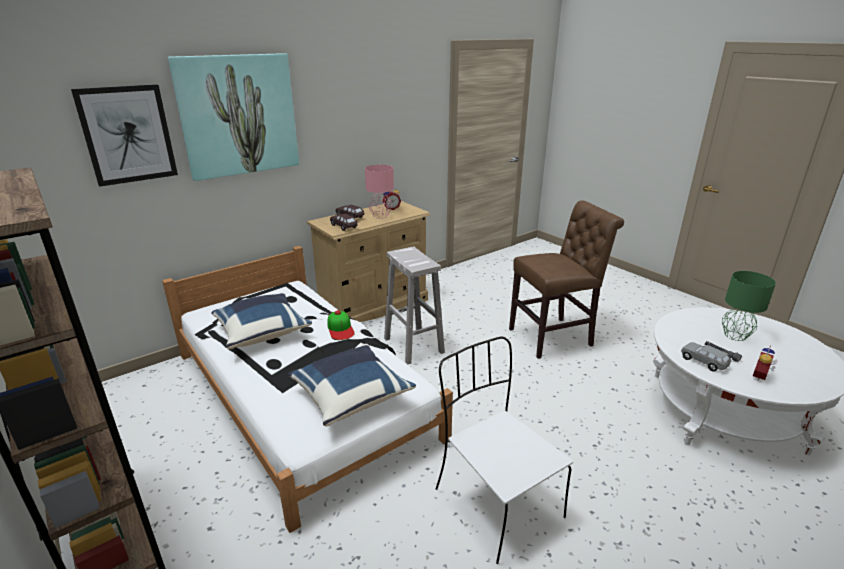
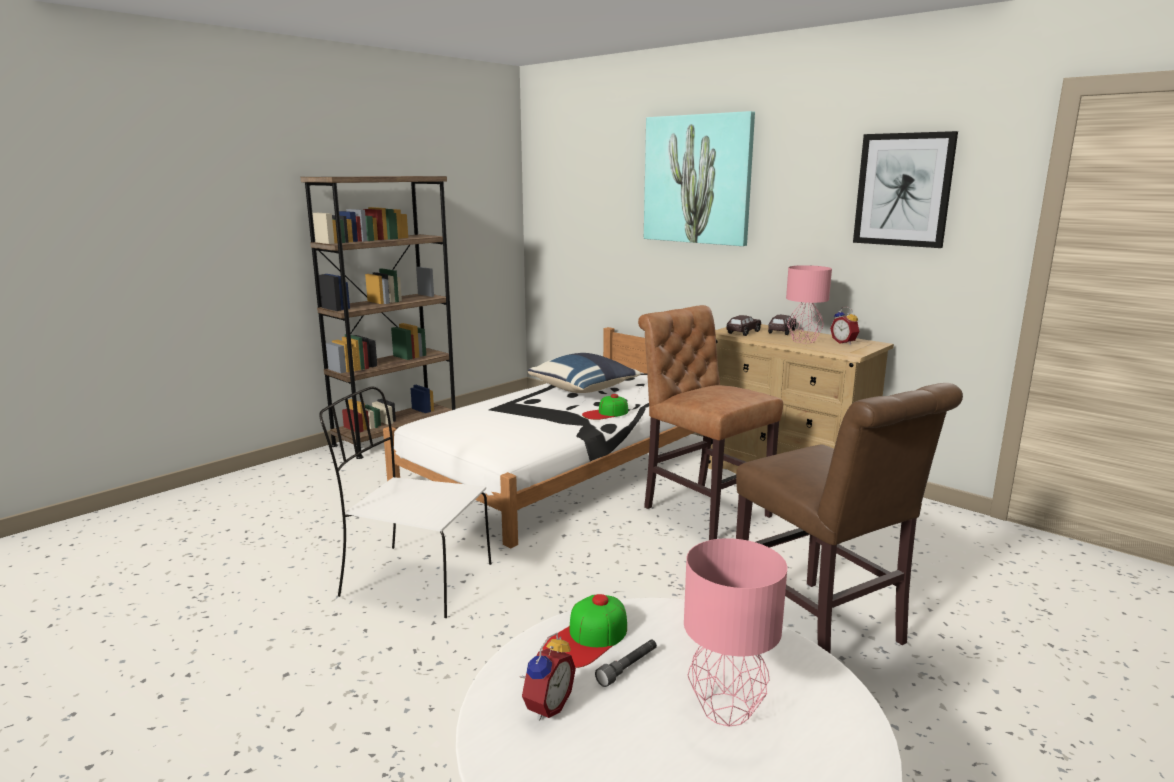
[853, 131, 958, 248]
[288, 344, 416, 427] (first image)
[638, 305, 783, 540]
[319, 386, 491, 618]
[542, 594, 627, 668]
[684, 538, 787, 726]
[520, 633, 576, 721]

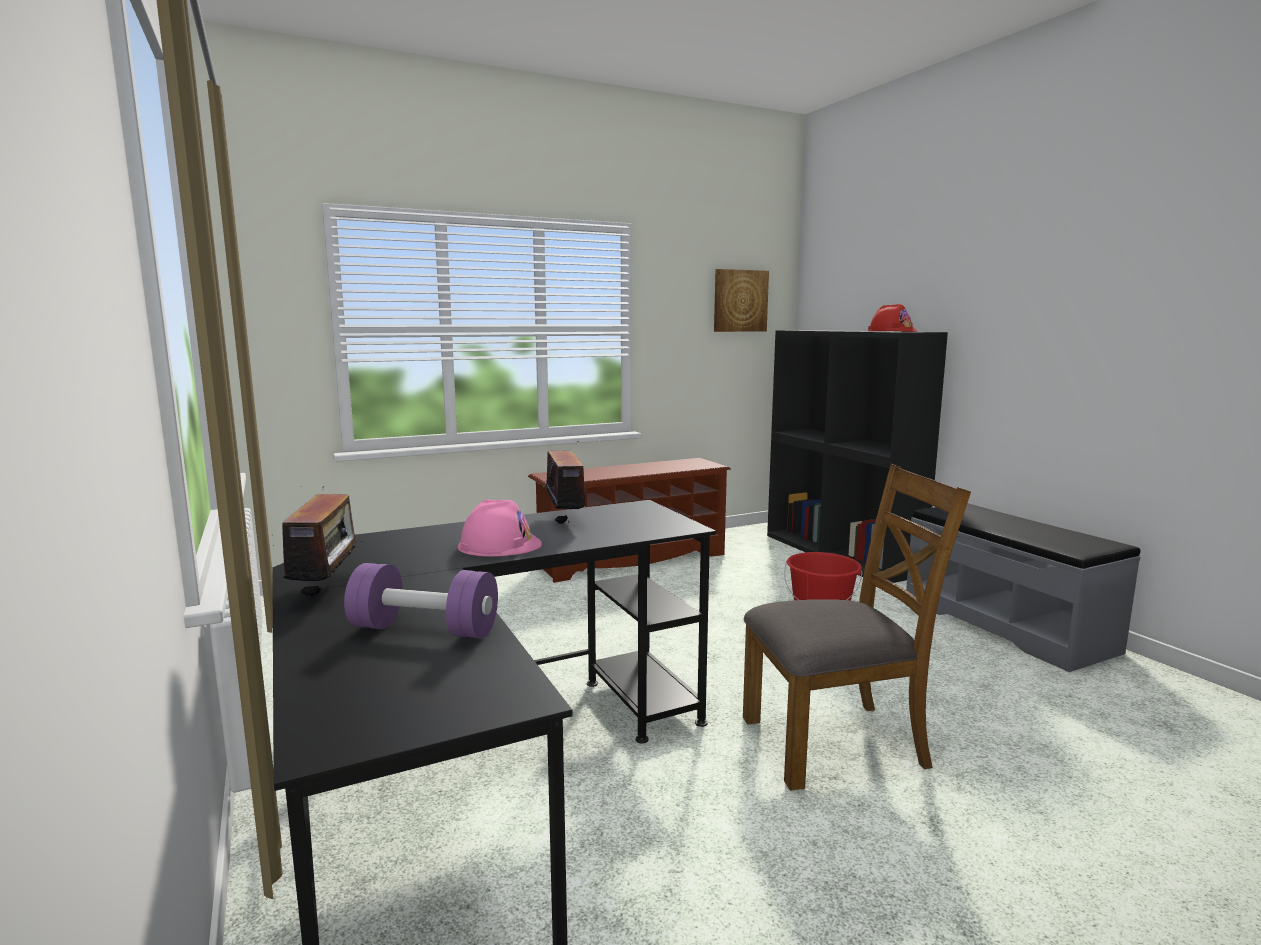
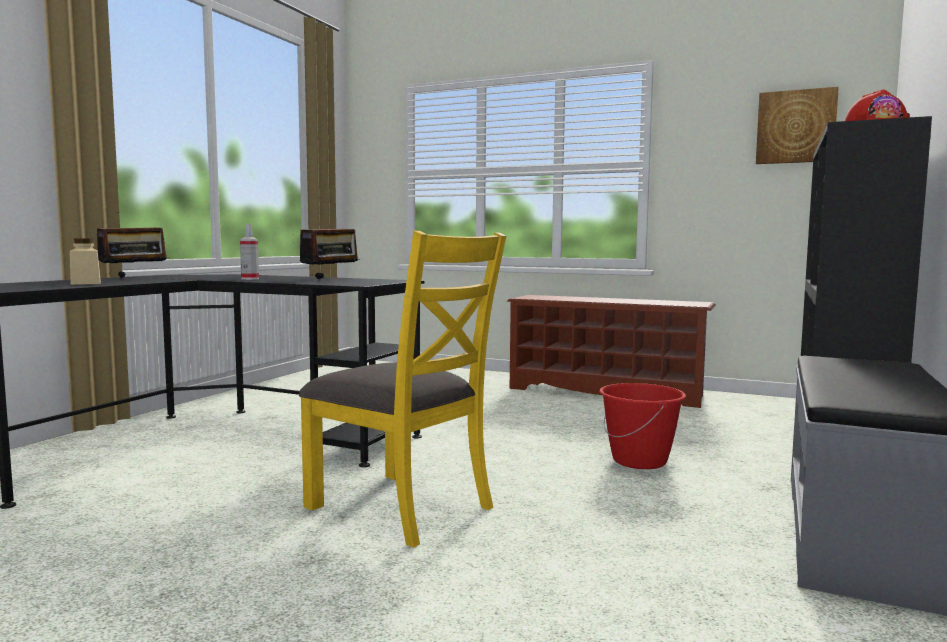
[70, 238, 101, 285]
[240, 224, 259, 280]
[299, 231, 506, 547]

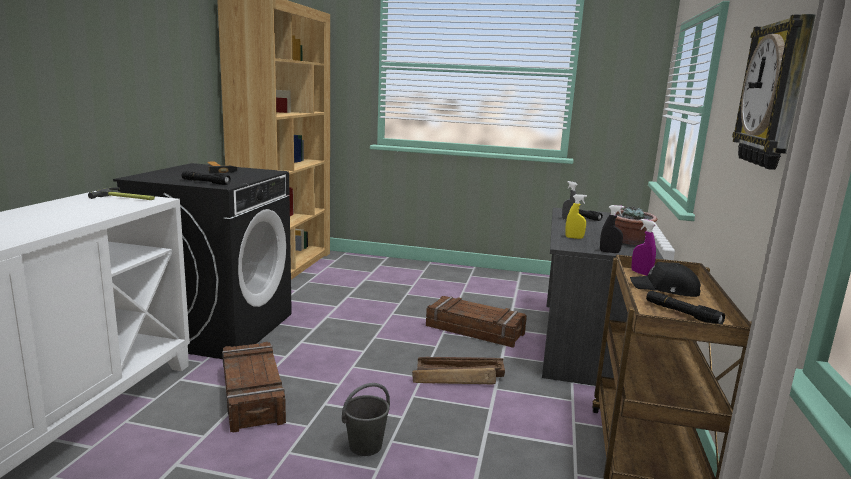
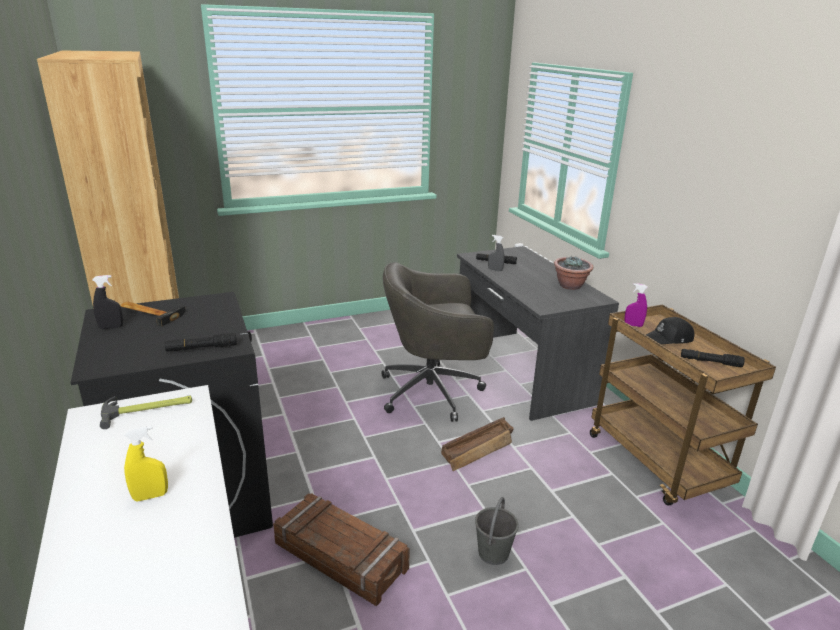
[381, 262, 494, 422]
[124, 425, 168, 501]
[92, 275, 123, 329]
[732, 14, 815, 170] (first image)

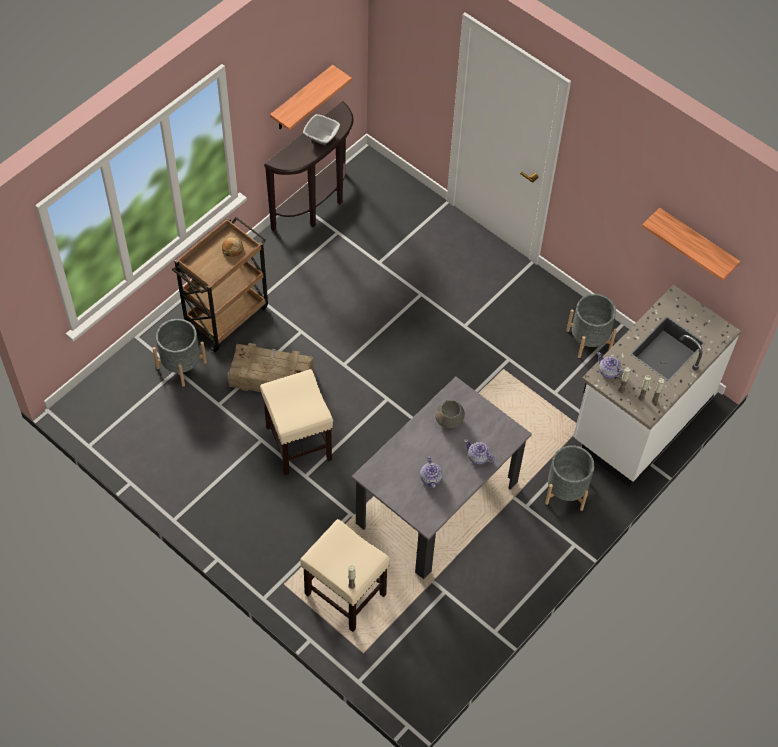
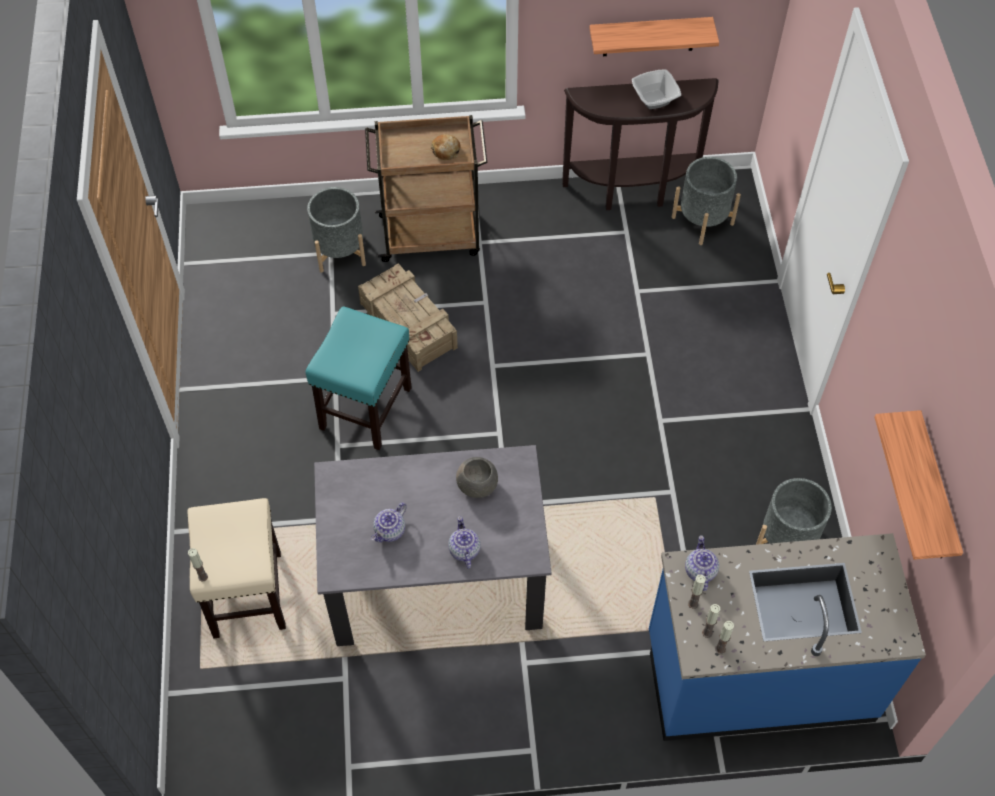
[305, 306, 412, 450]
[672, 157, 741, 245]
[649, 533, 926, 741]

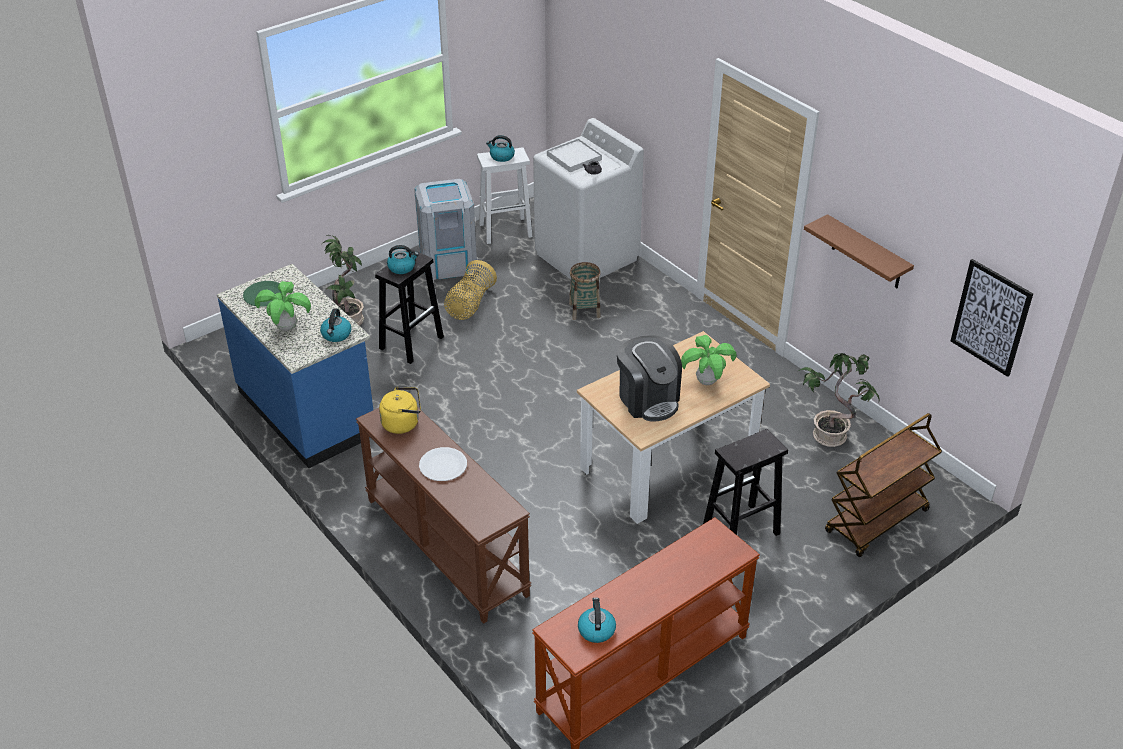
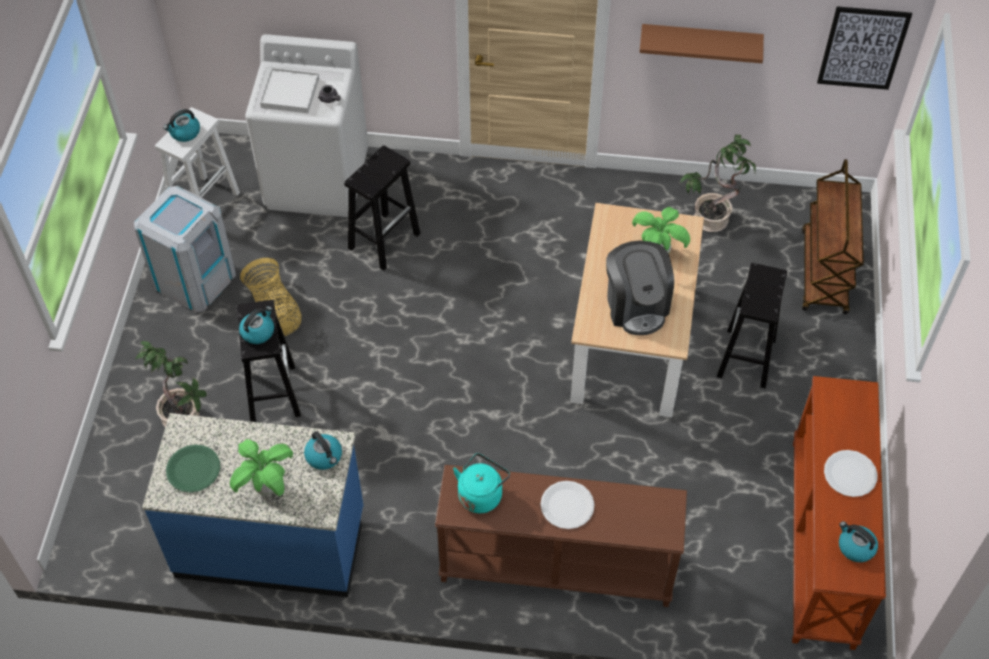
[453, 453, 510, 513]
[344, 145, 421, 271]
[606, 241, 674, 335]
[824, 450, 878, 497]

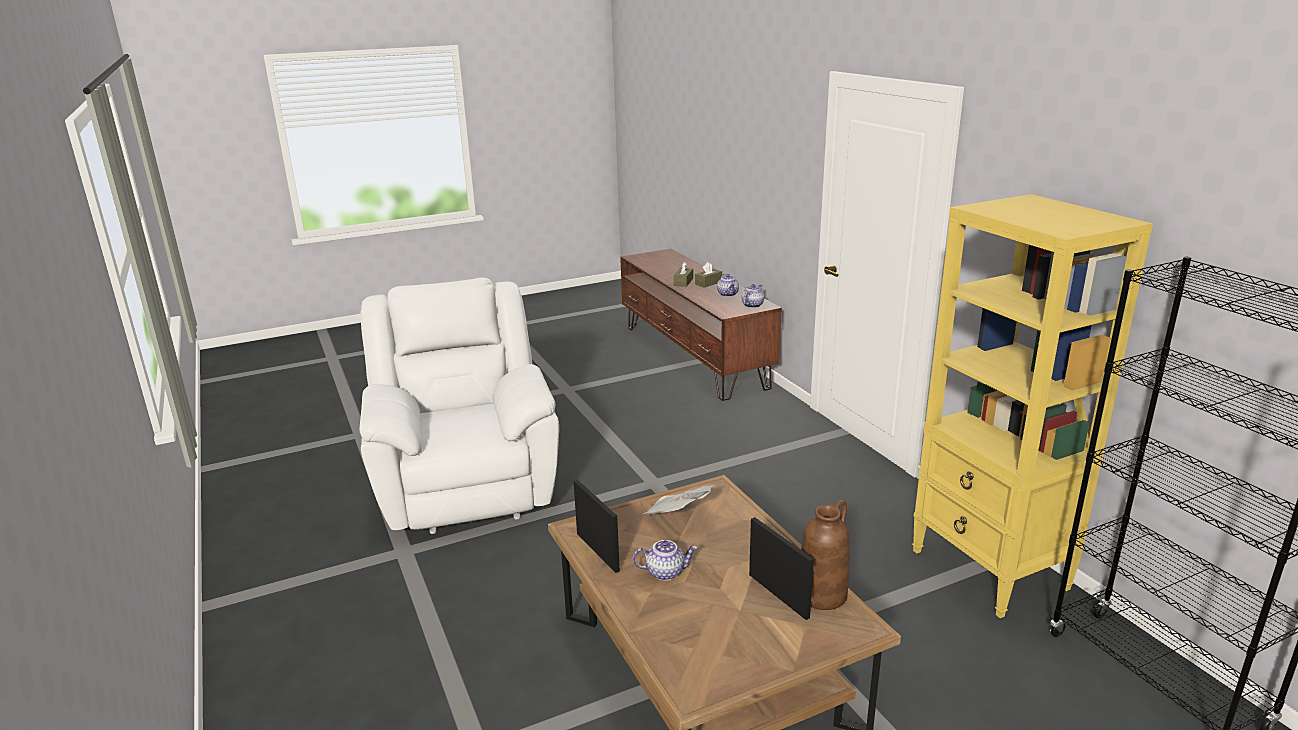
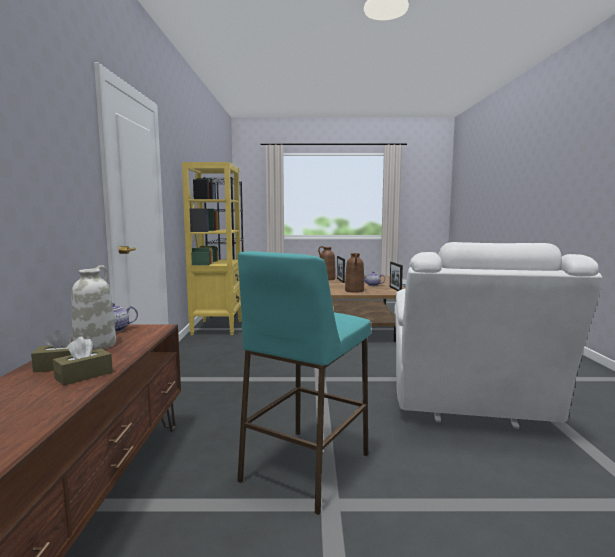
[345, 253, 364, 293]
[71, 265, 116, 350]
[237, 251, 371, 515]

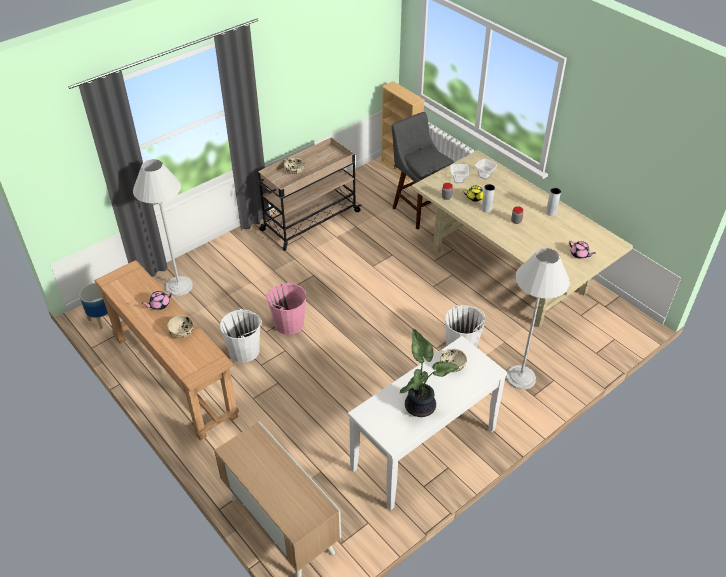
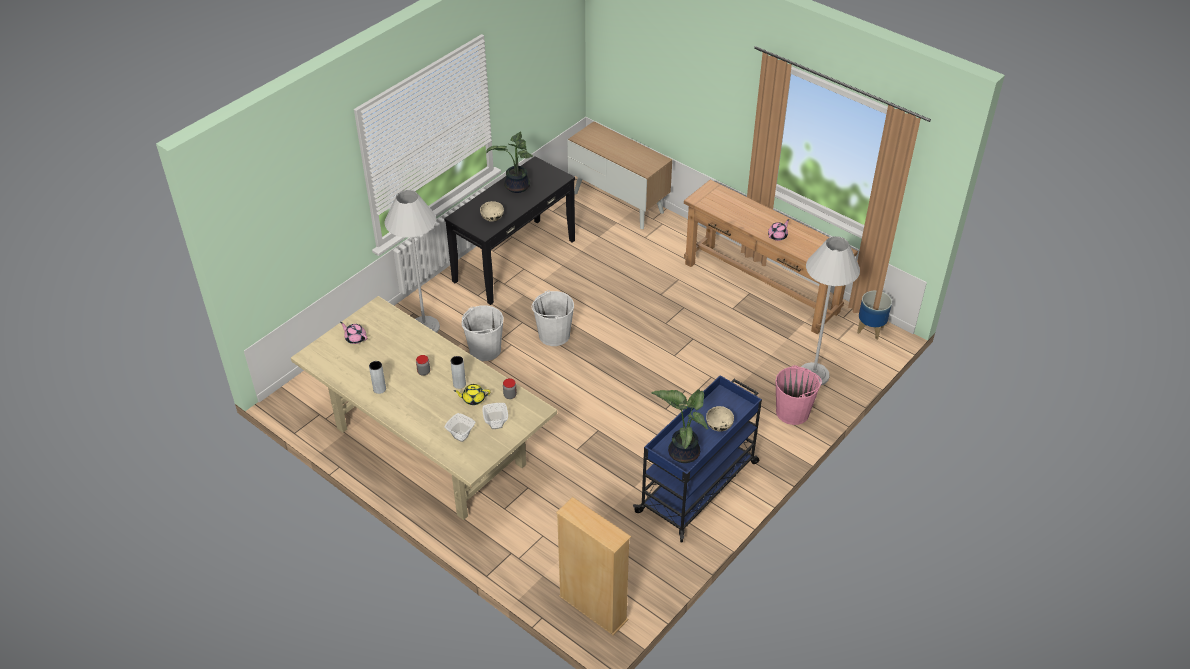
[167, 316, 194, 338] (first image)
[532, 290, 574, 346]
[633, 375, 762, 542]
[776, 365, 822, 425]
[444, 156, 575, 305]
[392, 112, 454, 230] (first image)
[651, 389, 708, 463]

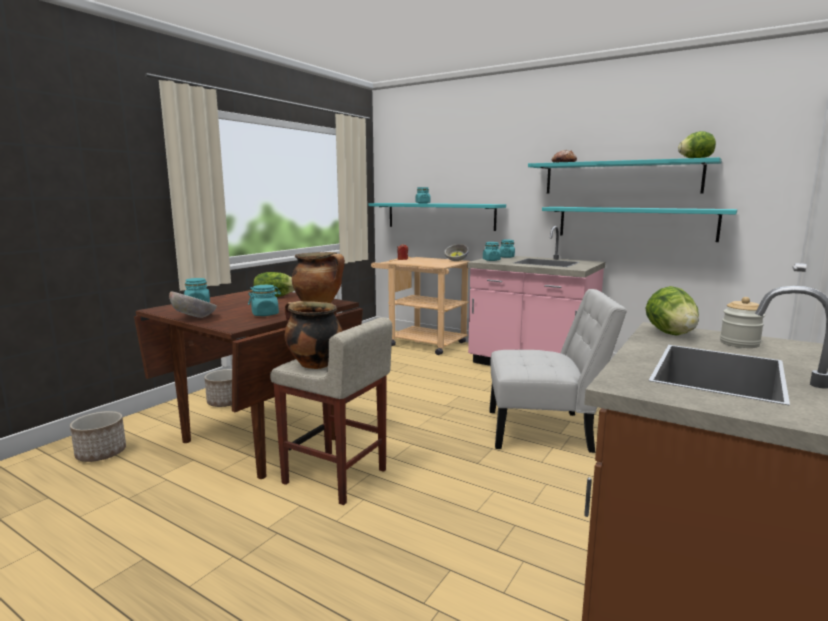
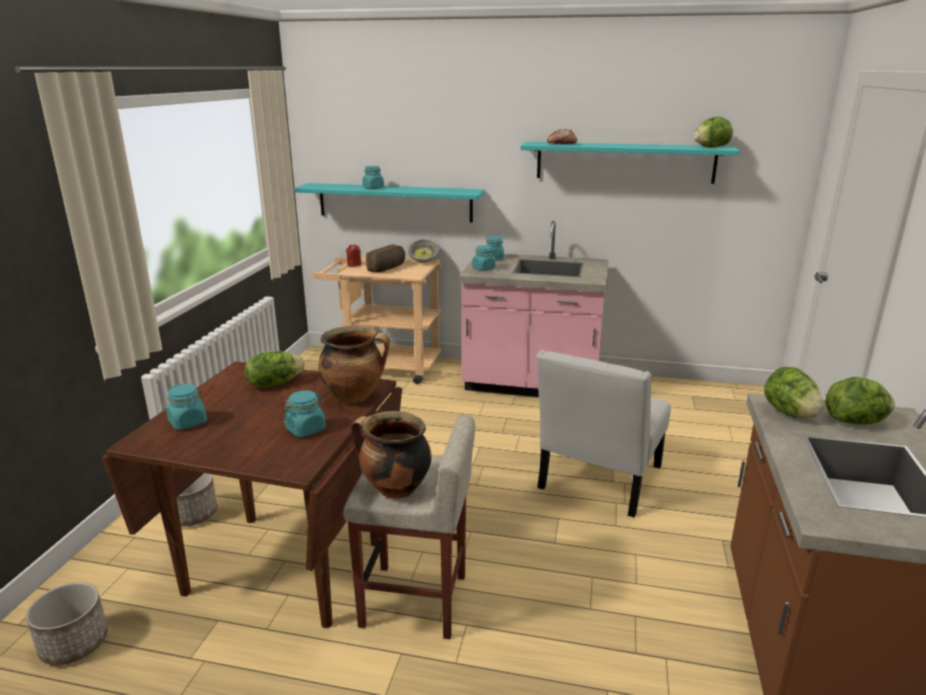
[169, 291, 217, 318] (first image)
[536, 350, 671, 517]
[542, 207, 737, 242] (first image)
[826, 377, 895, 425]
[366, 244, 405, 272]

